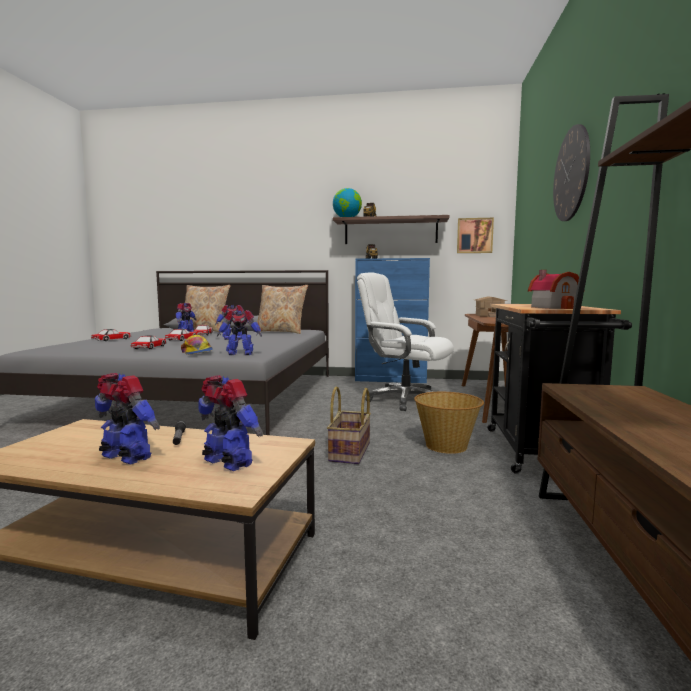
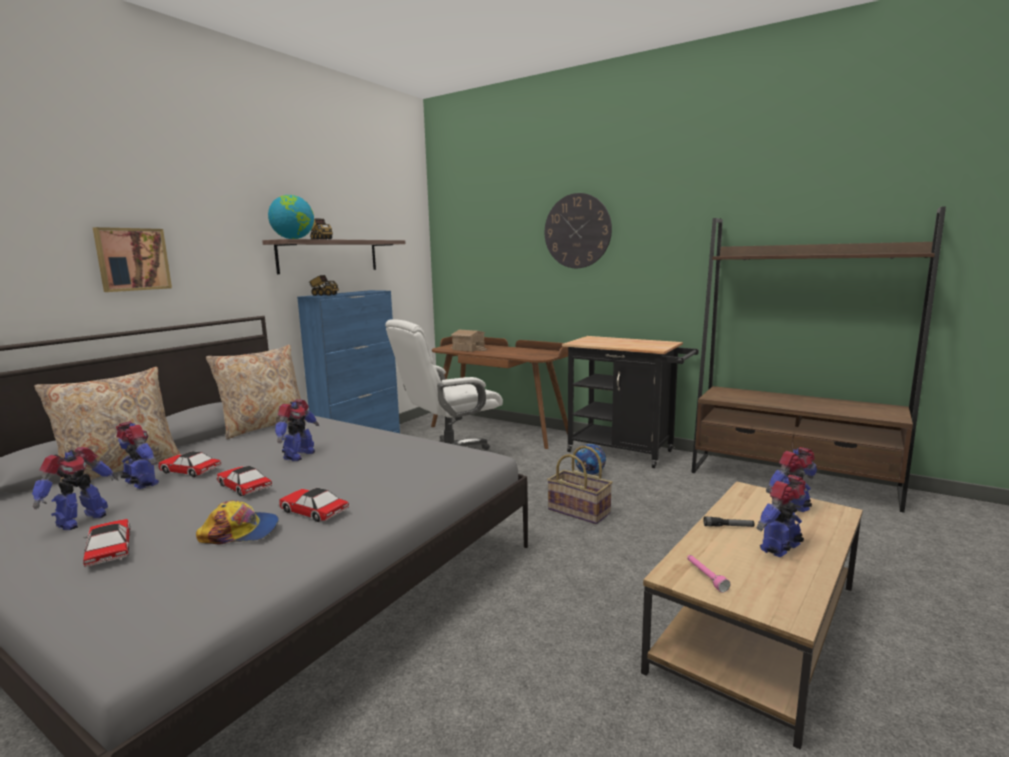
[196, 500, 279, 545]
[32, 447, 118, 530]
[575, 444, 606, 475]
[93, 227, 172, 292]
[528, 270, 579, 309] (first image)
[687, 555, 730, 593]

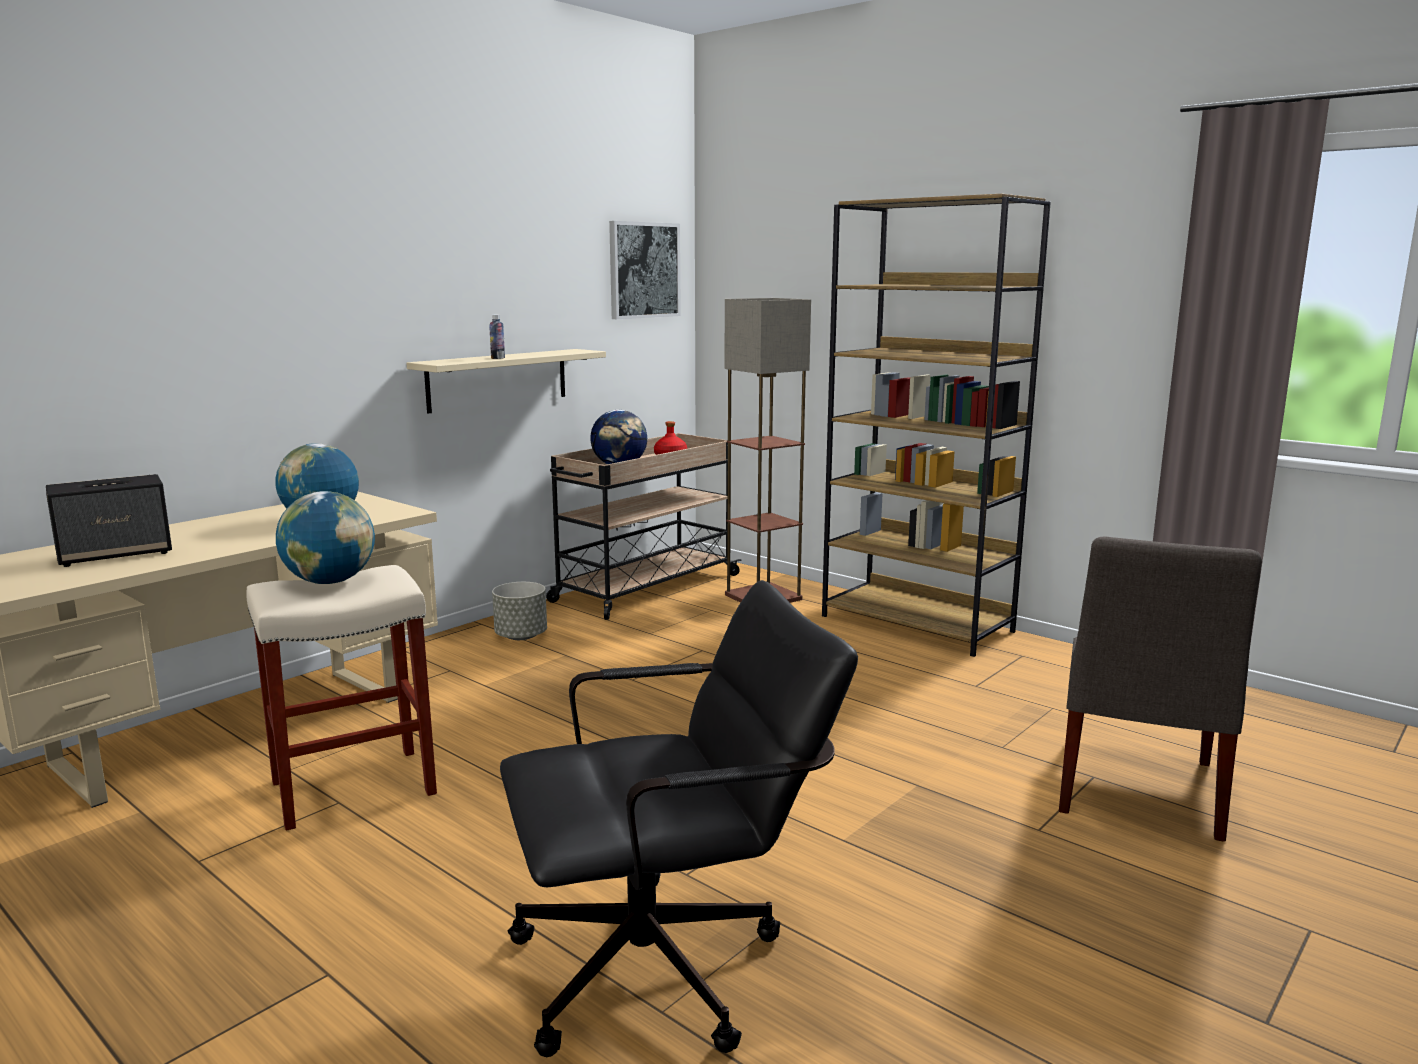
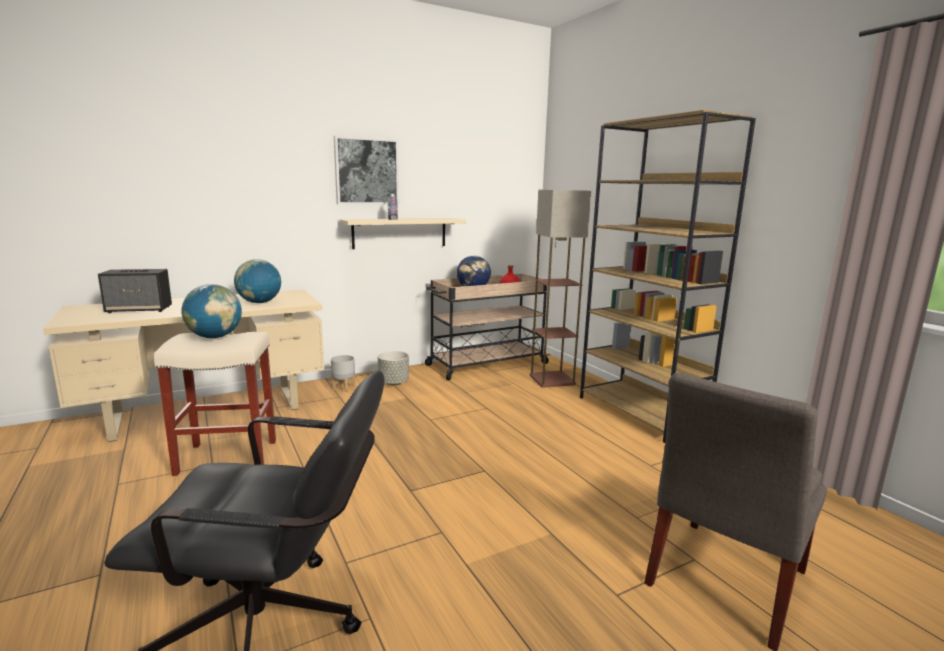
[334, 136, 399, 205]
[331, 355, 355, 392]

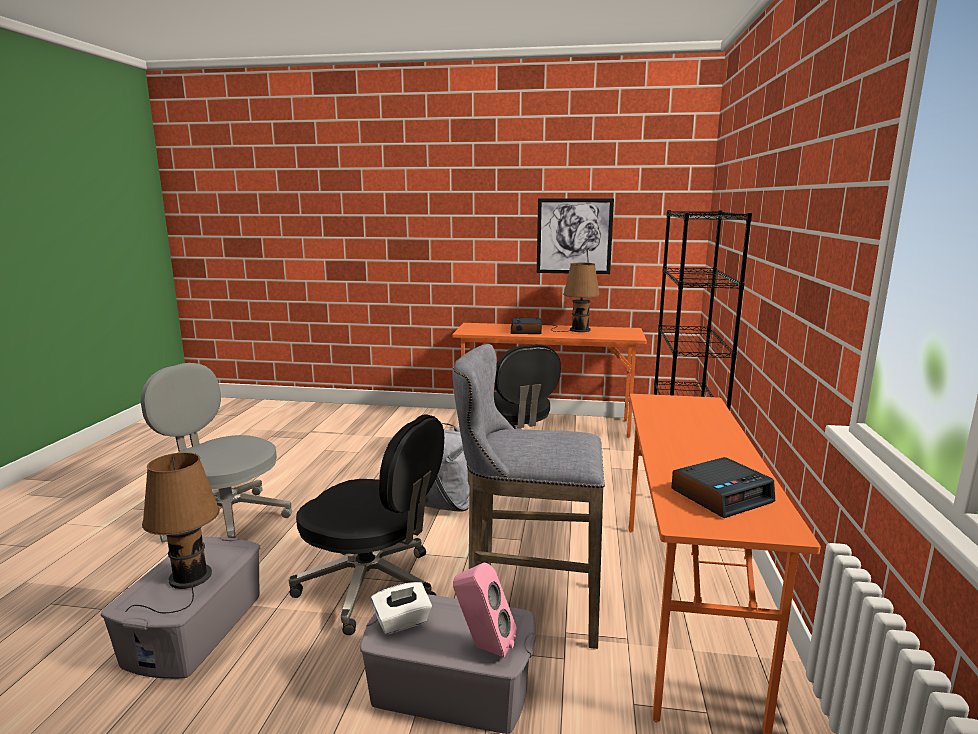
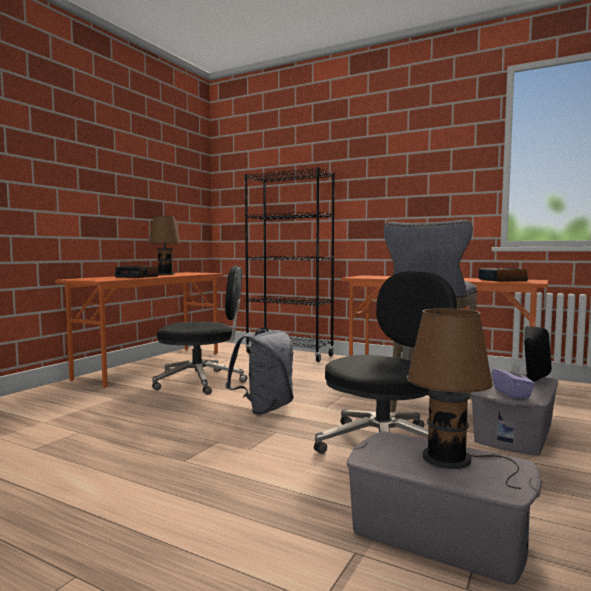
[141, 363, 292, 543] (first image)
[492, 362, 535, 398]
[524, 326, 552, 382]
[537, 198, 614, 274] (first image)

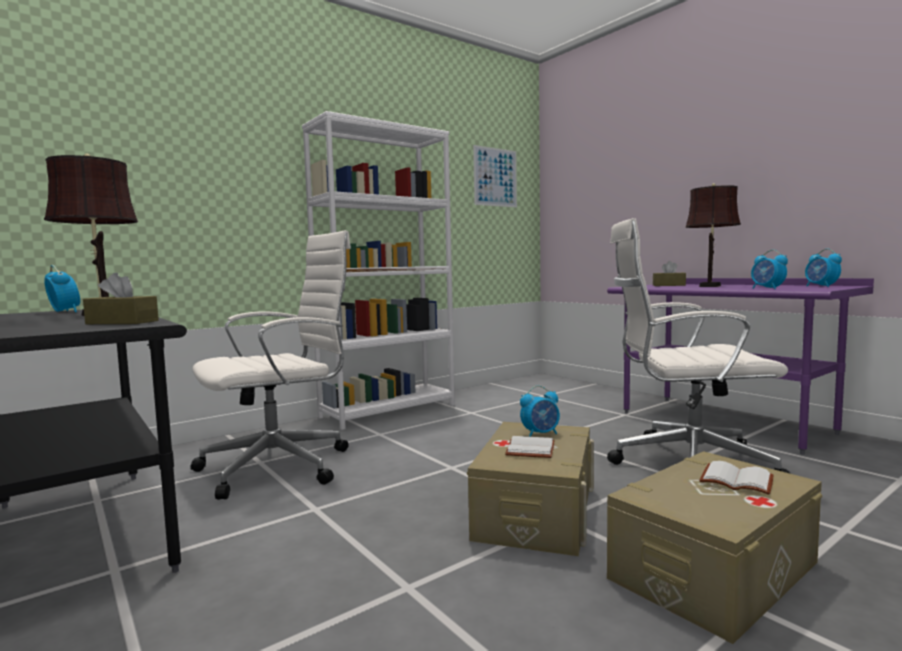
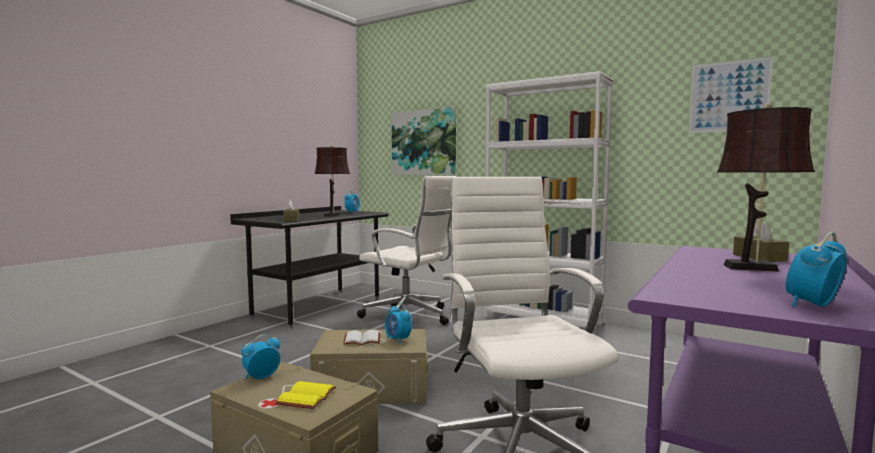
[275, 381, 336, 409]
[241, 335, 280, 379]
[392, 107, 456, 175]

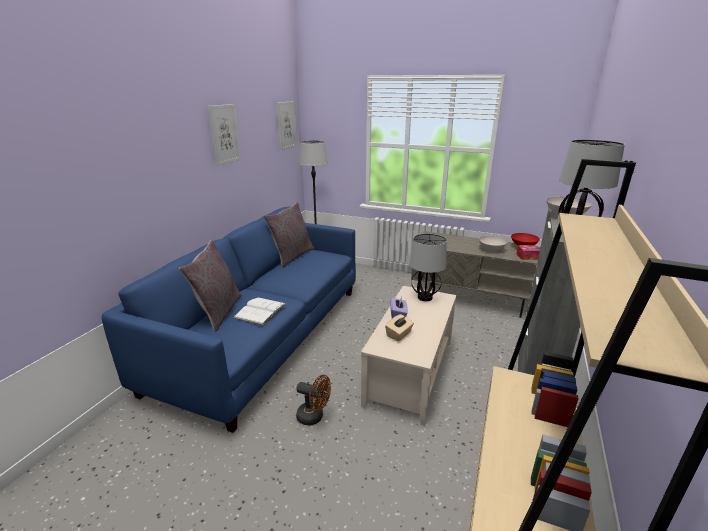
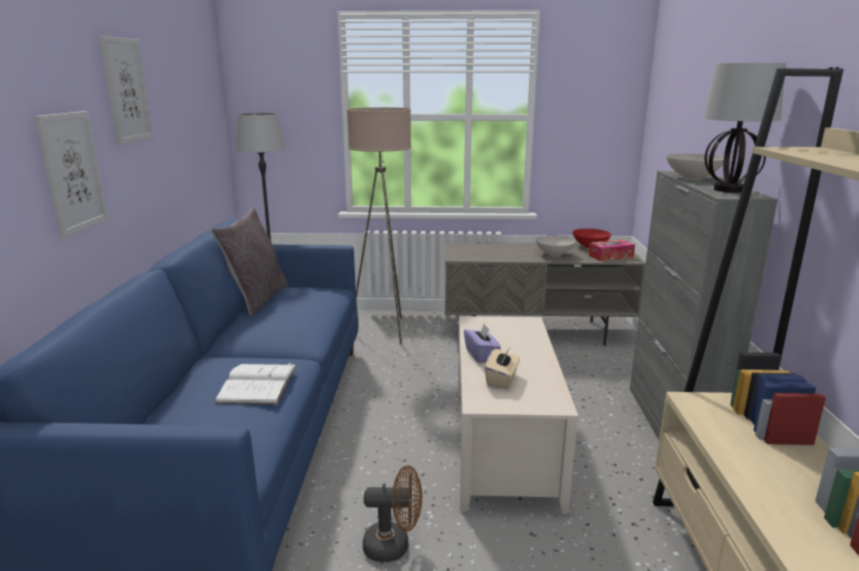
[179, 240, 242, 332] (first image)
[34, 111, 108, 238]
[409, 234, 447, 301] (first image)
[347, 107, 411, 344]

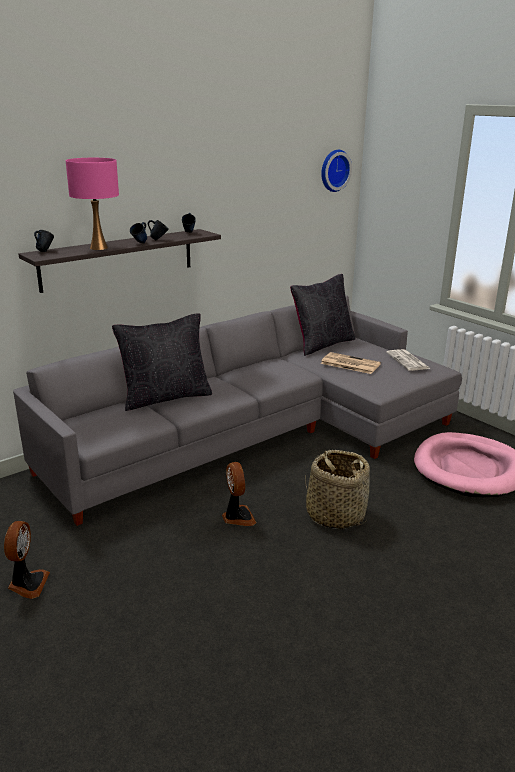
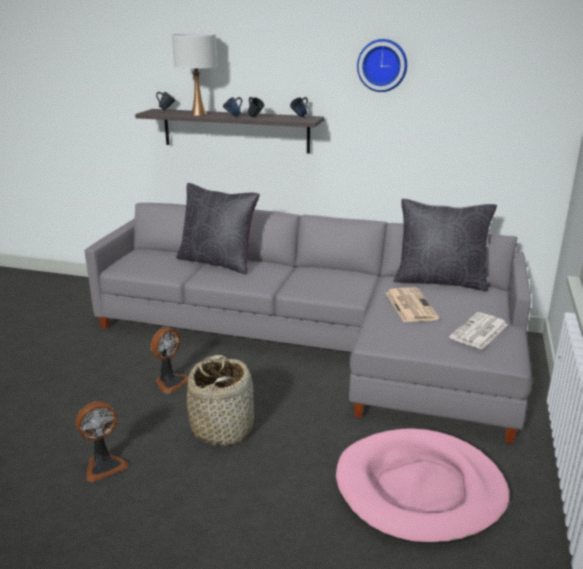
[76, 401, 128, 482]
[172, 34, 217, 116]
[357, 39, 407, 92]

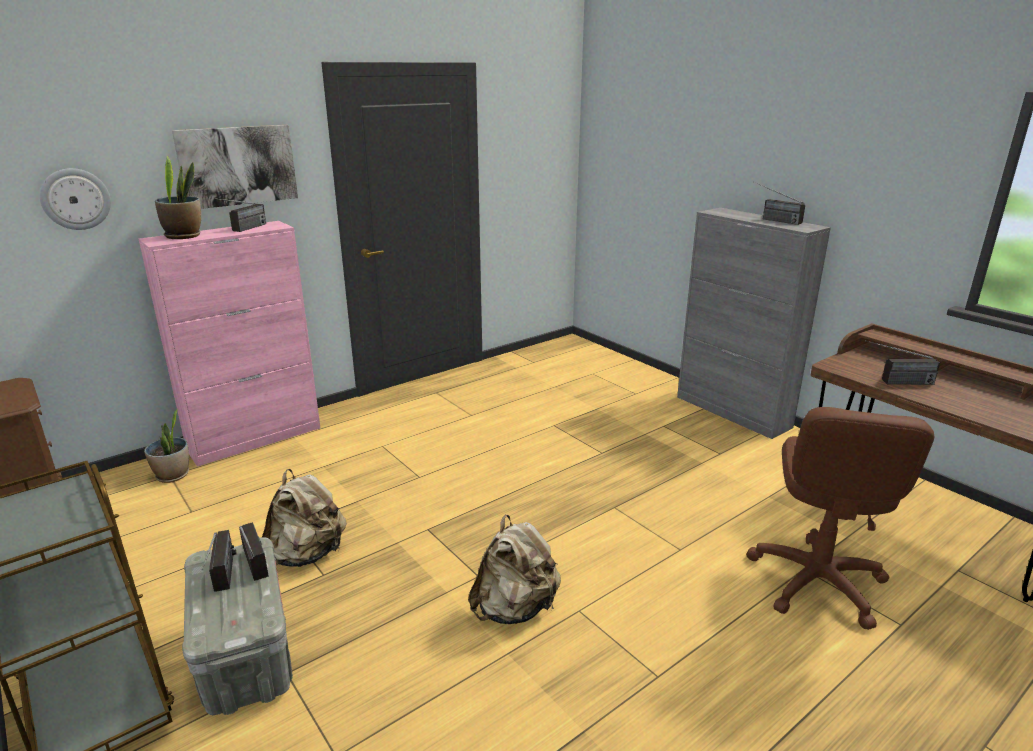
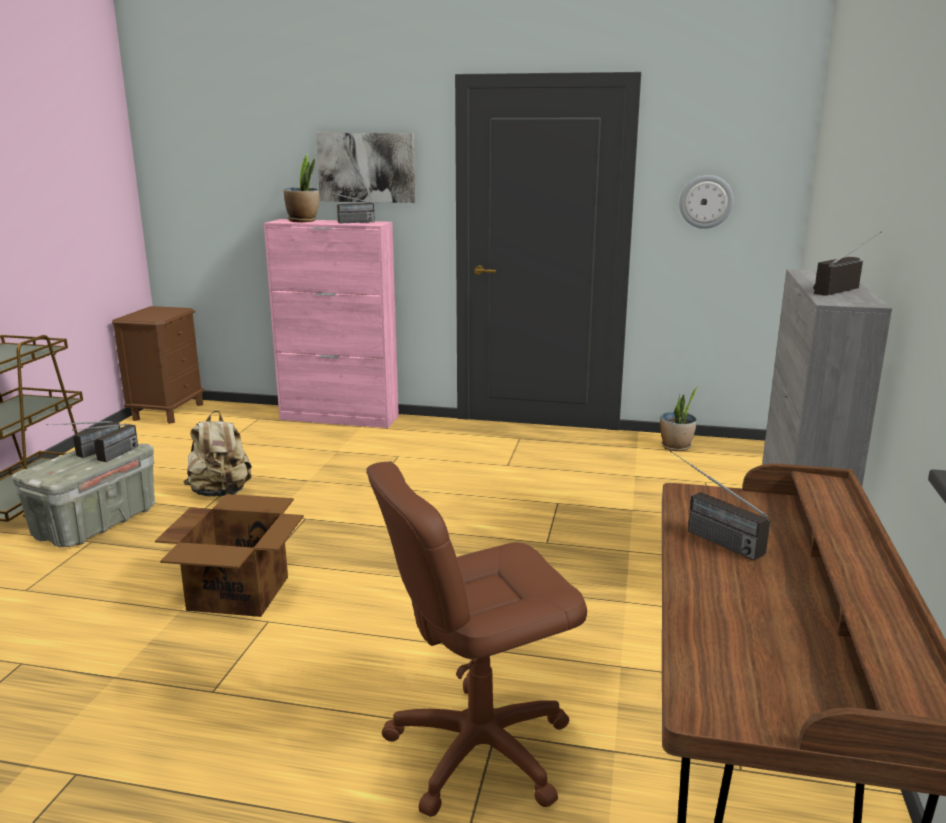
[679, 175, 734, 229]
[660, 386, 699, 451]
[155, 494, 304, 617]
[813, 231, 882, 296]

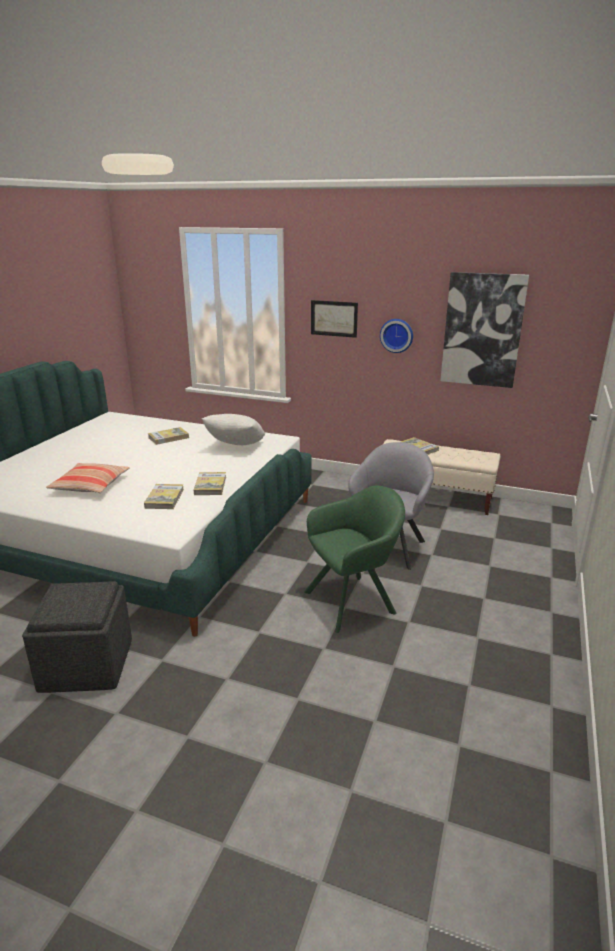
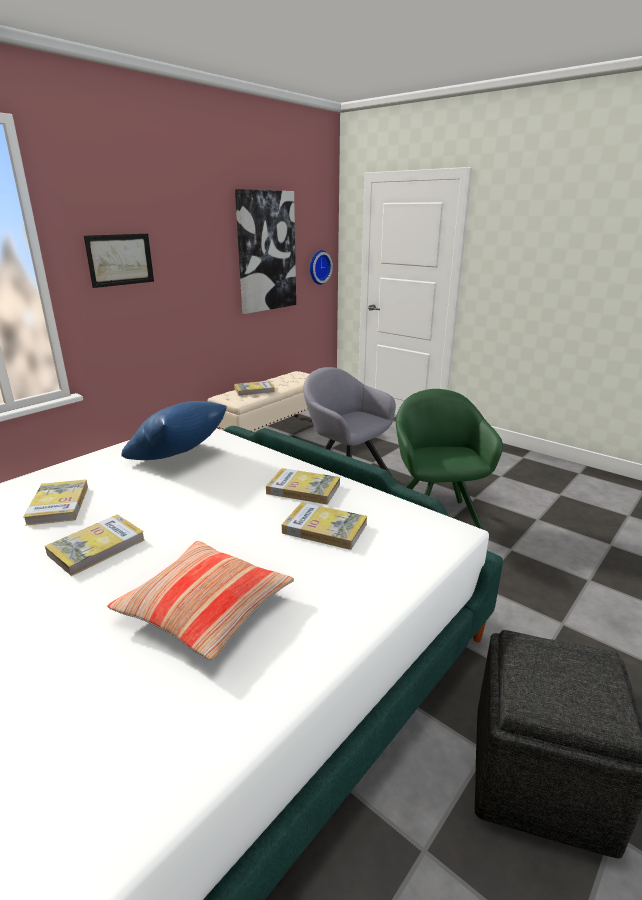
[121, 401, 227, 460]
[310, 250, 333, 285]
[45, 515, 145, 576]

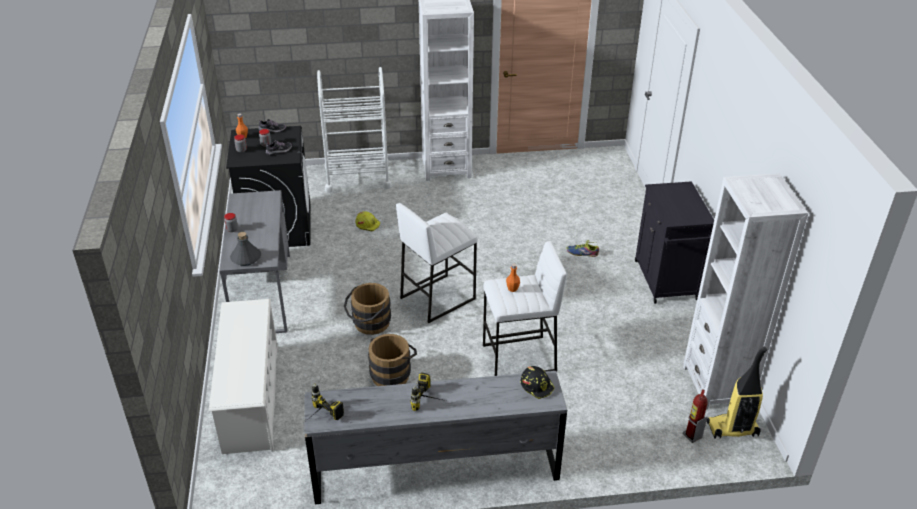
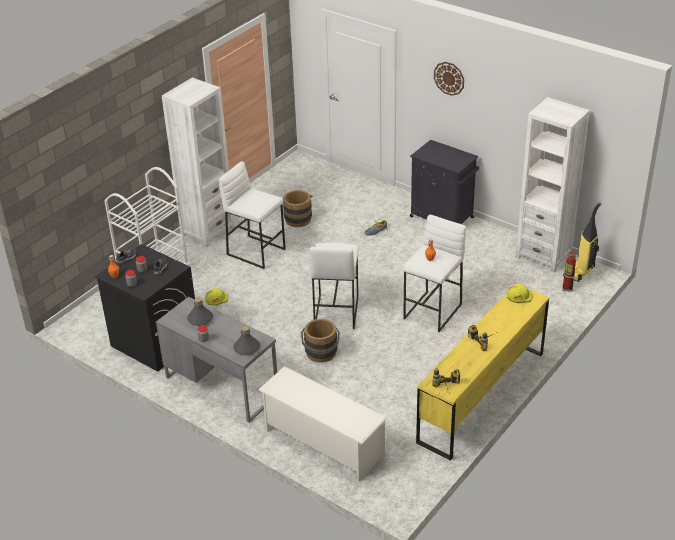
[416, 289, 549, 461]
[283, 190, 313, 227]
[507, 284, 533, 303]
[187, 297, 213, 326]
[218, 161, 286, 269]
[434, 62, 464, 96]

